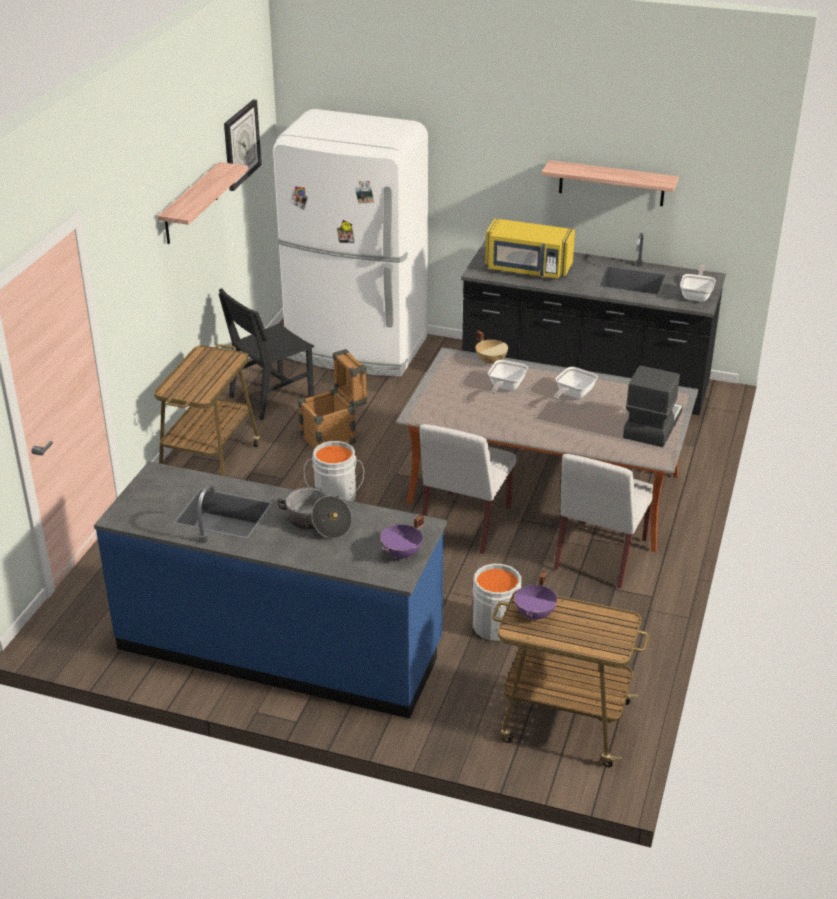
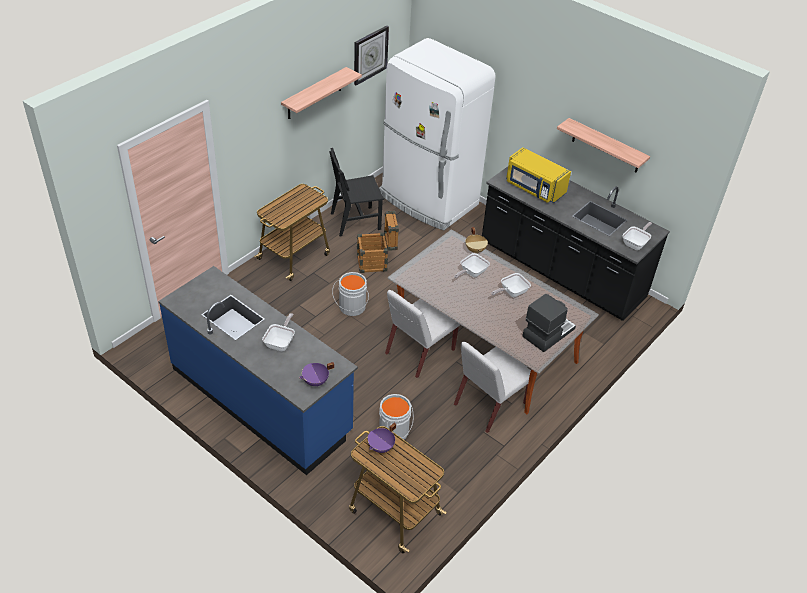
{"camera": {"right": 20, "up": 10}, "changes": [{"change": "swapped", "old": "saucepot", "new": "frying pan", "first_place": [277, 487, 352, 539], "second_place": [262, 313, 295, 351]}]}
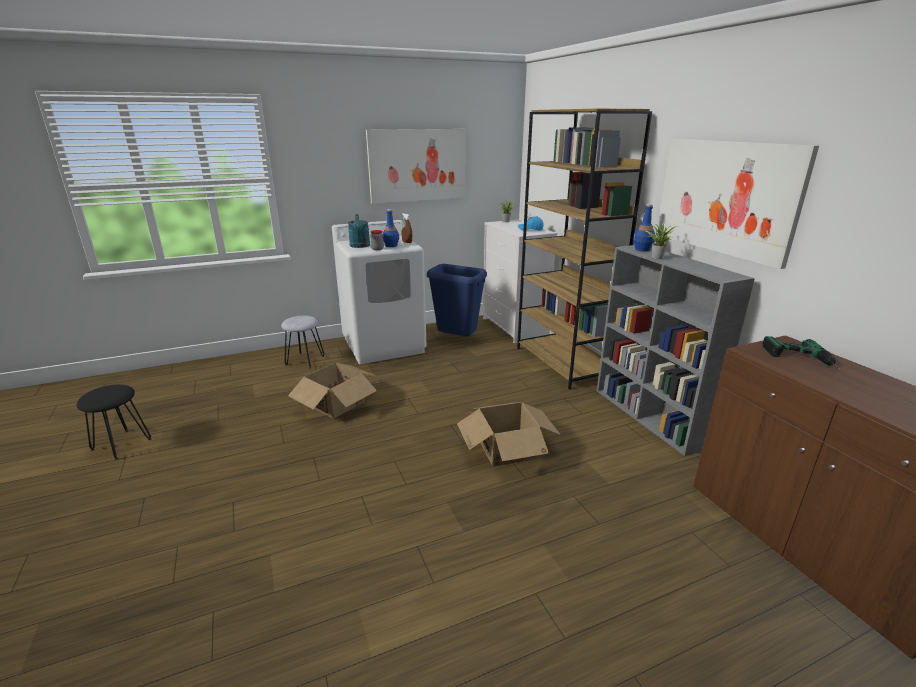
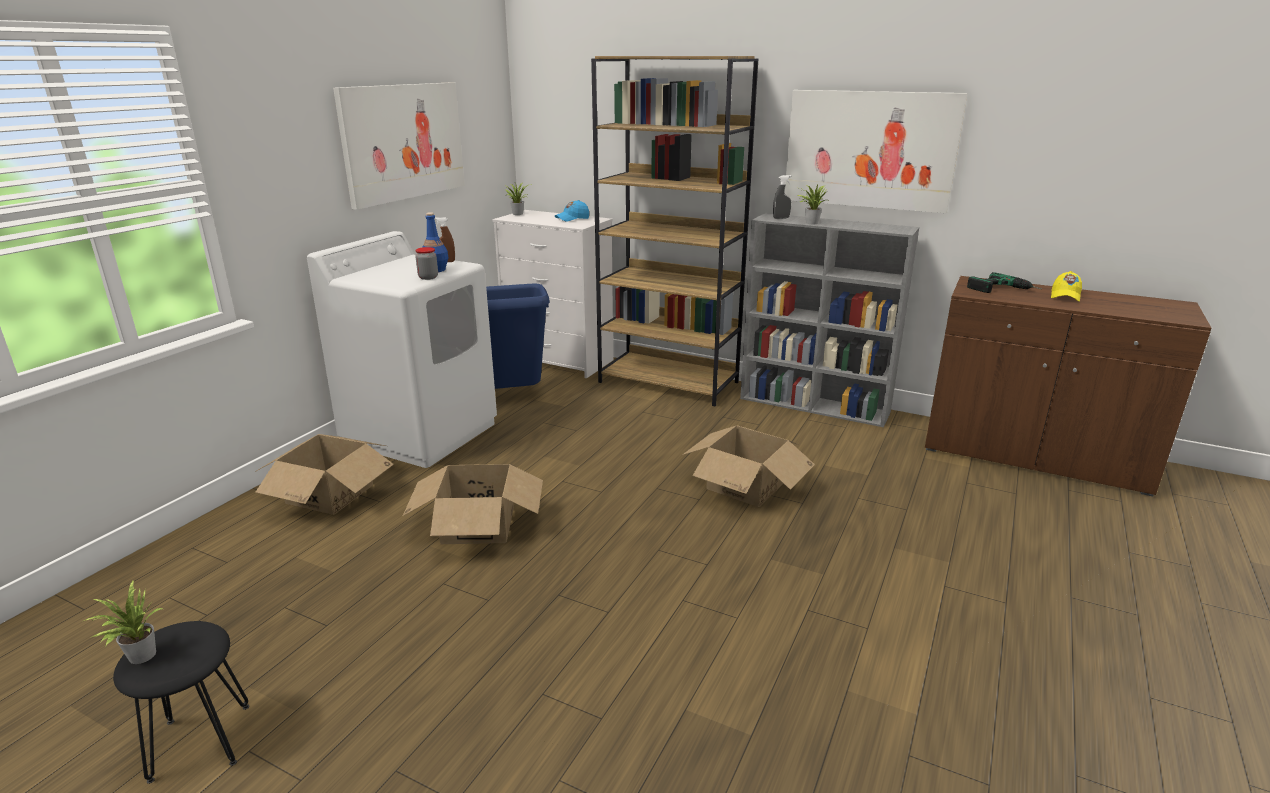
{"camera": {"right": -40, "up": 0}, "changes": [{"change": "gone", "old": "blue-green sprinkling can", "first_place": [348, 214, 370, 248]}, {"change": "new", "new": "potted plant", "second_place": [84, 581, 162, 664]}, {"change": "new", "new": "yellow baseball cap", "second_place": [1051, 271, 1082, 302]}, {"change": "swapped", "old": "gray stool seat", "new": "packing box", "first_place": [281, 316, 325, 369], "second_place": [255, 434, 394, 515]}, {"change": "swapped", "old": "blue-coloured beverage bottle", "new": "gray sprayer", "first_place": [633, 204, 655, 251], "second_place": [773, 175, 792, 219]}]}
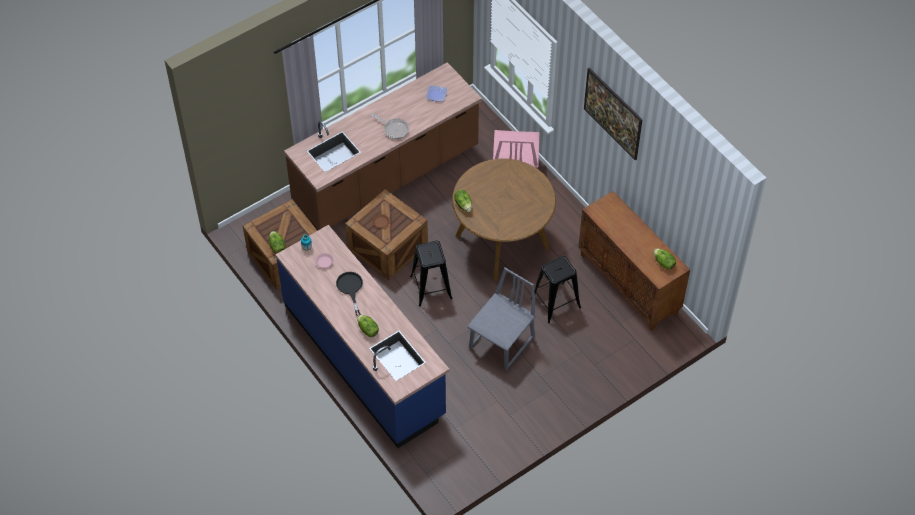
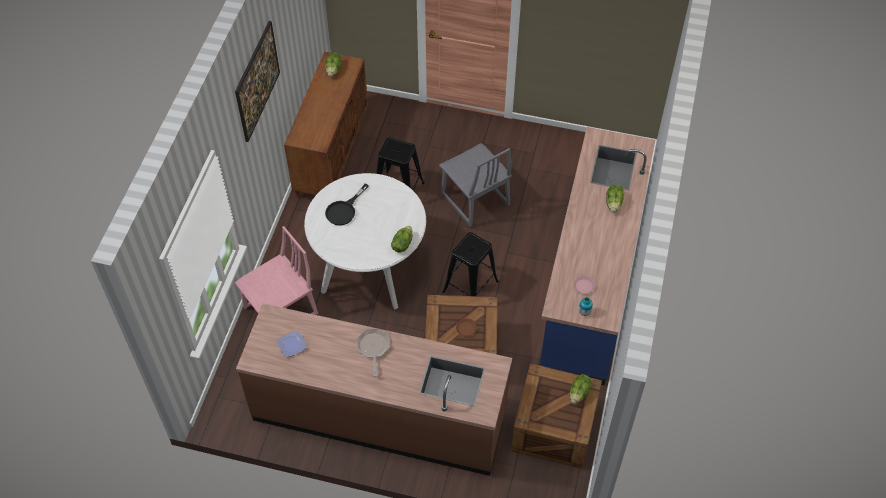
{"camera": {"right": -130, "up": 0}, "changes": [{"change": "shifted", "old": "black-coloured frying pan", "first_place": [336, 272, 363, 316], "second_place": [325, 184, 369, 225]}, {"change": "repainted", "old": "brownish dinner table", "new": "white-coloured dinner table", "first_place": [452, 159, 556, 281], "second_place": [304, 173, 426, 309]}, {"change": "rotated", "old": "gray chair", "first_place": [467, 268, 536, 371], "second_place": [439, 143, 512, 227], "degrees": -120}]}
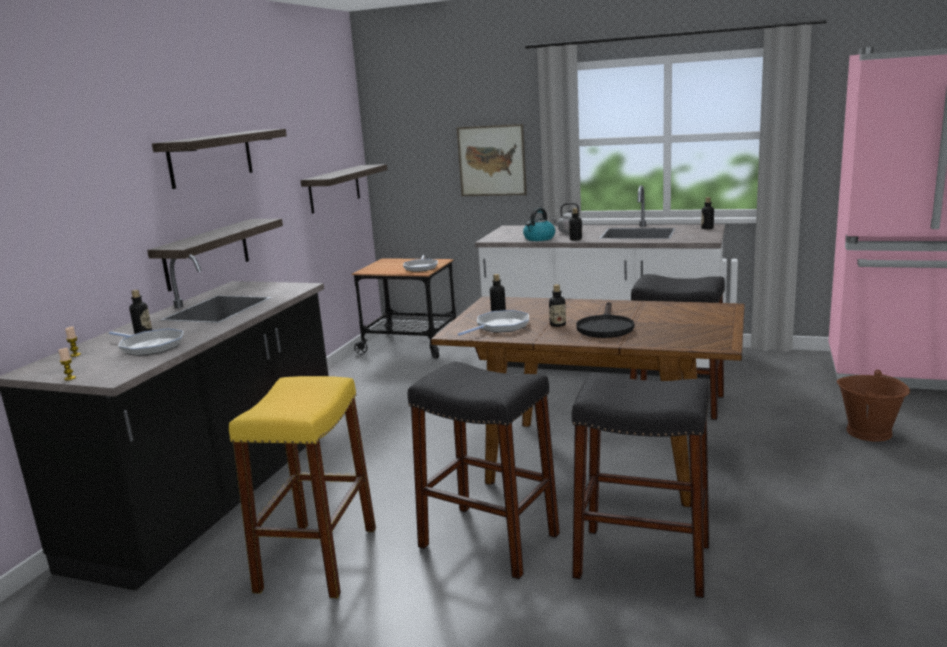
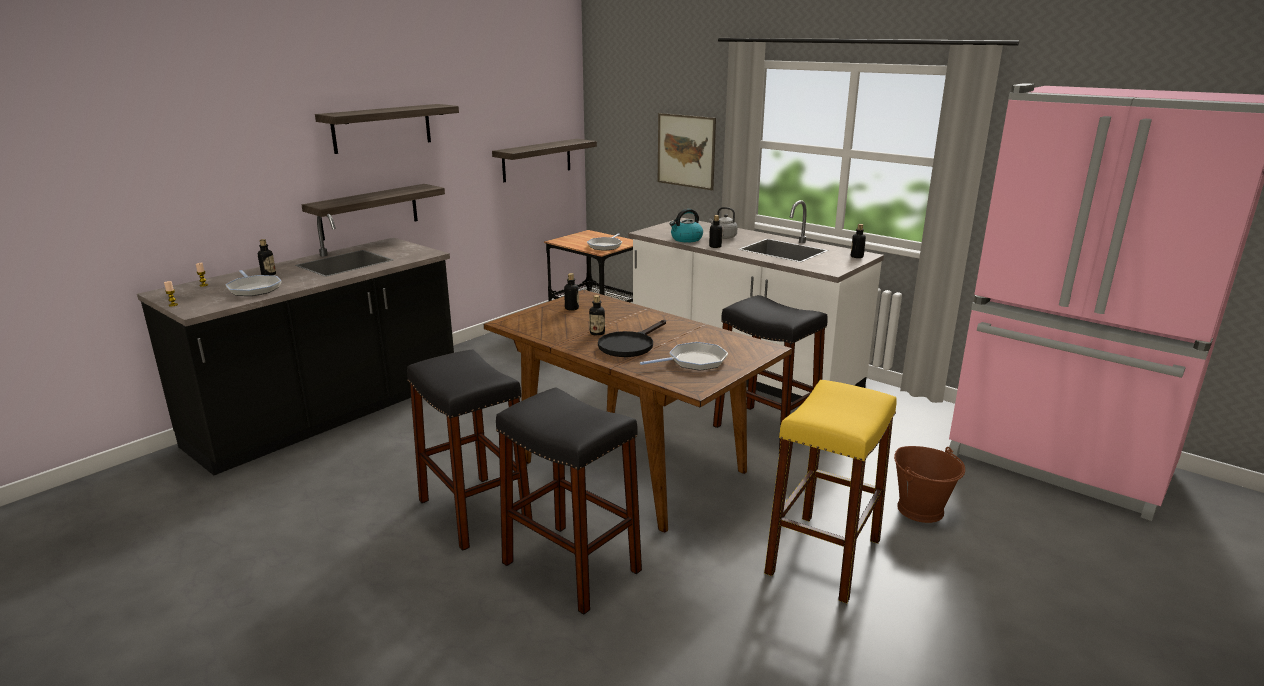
{"camera": {"right": 20, "up": 5}, "changes": [{"change": "shifted", "old": "yellow stool seat", "first_place": [229, 376, 376, 598], "second_place": [764, 380, 897, 604]}, {"change": "shifted", "old": "frying pan", "first_place": [457, 310, 529, 336], "second_place": [640, 342, 728, 371]}]}
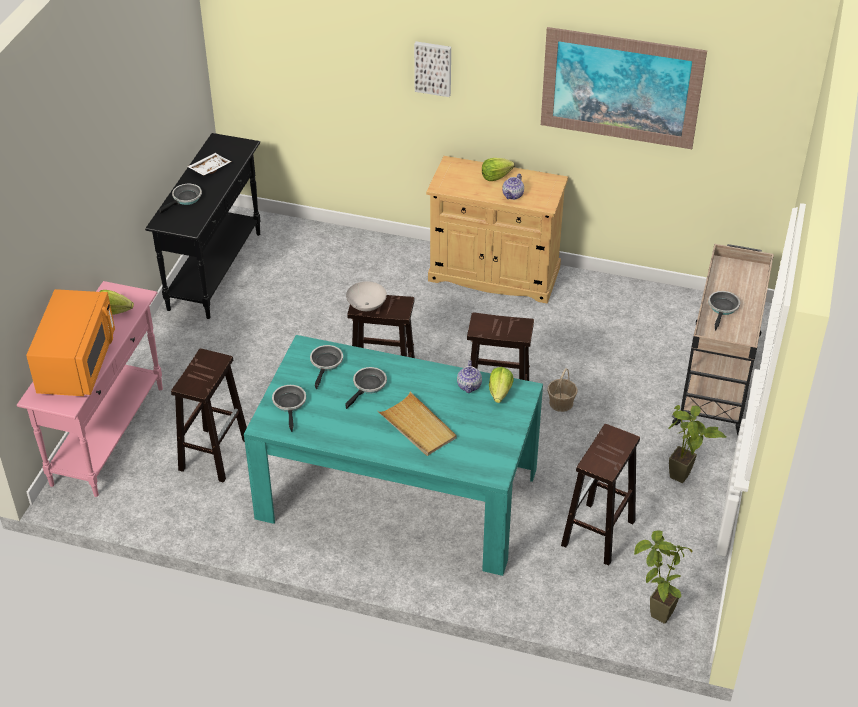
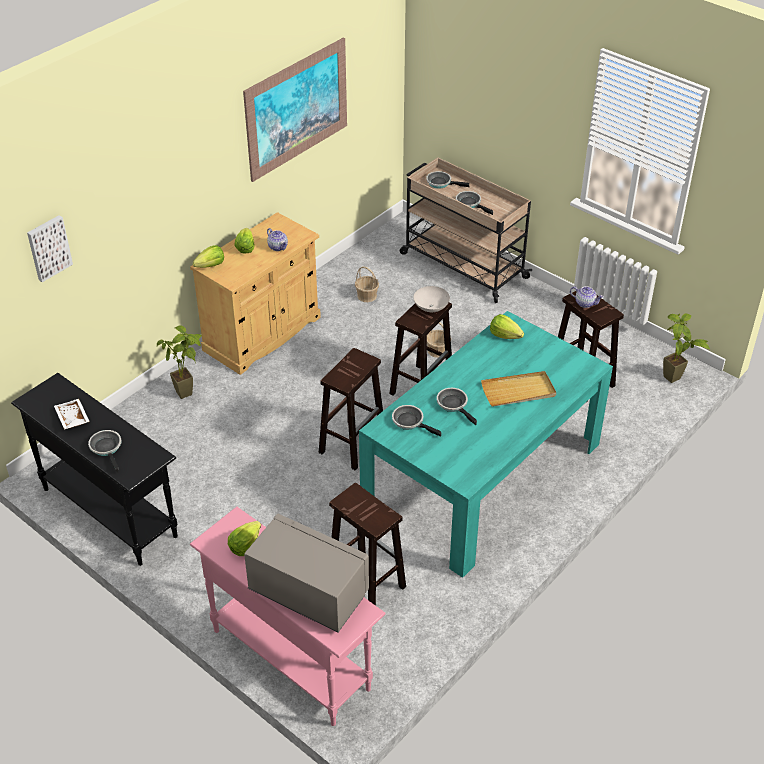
{"camera": {"right": -65, "up": 0}, "changes": [{"change": "new", "new": "lettuce", "second_place": [193, 245, 224, 268]}, {"change": "new", "new": "basket", "second_place": [355, 266, 379, 302]}, {"change": "shifted", "old": "frying pan", "first_place": [272, 385, 306, 432], "second_place": [426, 171, 469, 189]}, {"change": "shifted", "old": "white-coloured deep dish", "first_place": [346, 282, 387, 311], "second_place": [413, 286, 450, 312]}, {"change": "shifted", "old": "picture", "first_place": [414, 41, 451, 97], "second_place": [27, 215, 73, 282]}, {"change": "shifted", "old": "pot for tea", "first_place": [457, 360, 482, 393], "second_place": [570, 286, 604, 308]}, {"change": "shifted", "old": "potted plant", "first_place": [668, 405, 726, 483], "second_place": [157, 325, 202, 399]}, {"change": "repainted", "old": "orange-coloured microwave oven", "new": "gray microwave oven", "first_place": [26, 289, 115, 396], "second_place": [244, 513, 369, 632]}]}
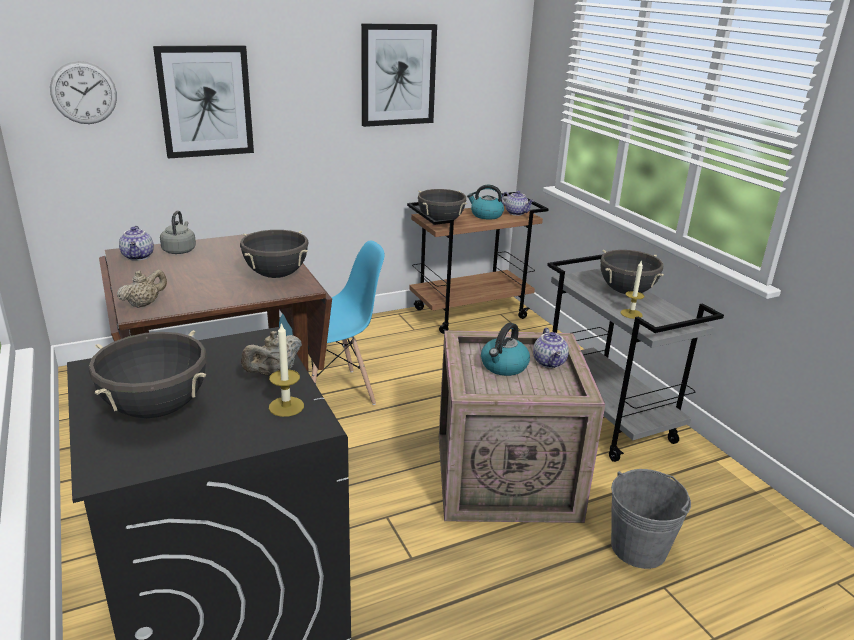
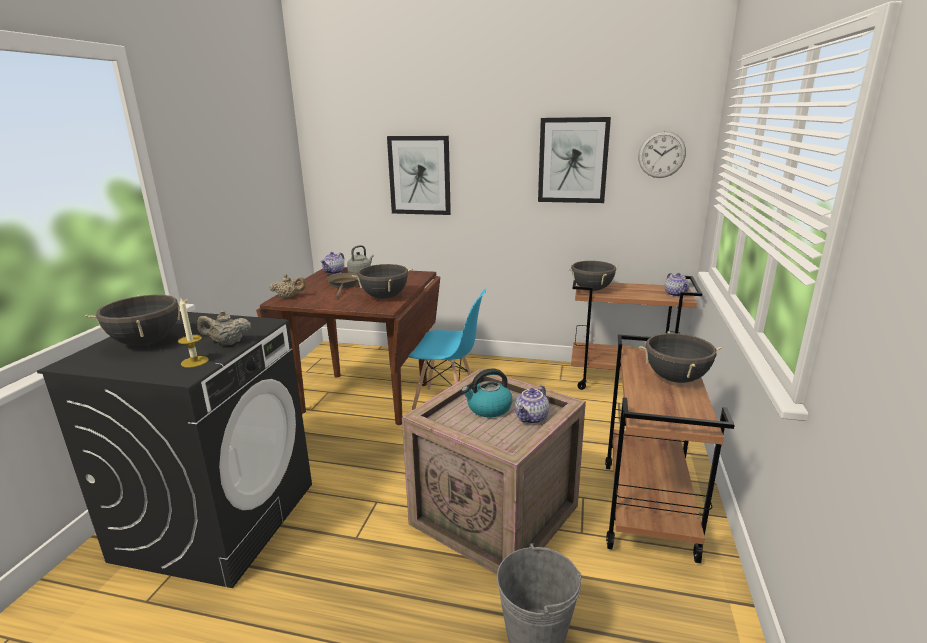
{"camera": {"right": 40, "up": -5}, "changes": [{"change": "gone", "old": "kettle", "first_place": [467, 185, 504, 220]}, {"change": "gone", "old": "wax candle", "first_place": [621, 261, 644, 319]}, {"change": "new", "new": "brownish frying pan", "second_place": [326, 273, 358, 298]}, {"change": "shifted", "old": "wall clock", "first_place": [50, 61, 117, 124], "second_place": [638, 131, 686, 178]}, {"change": "repainted", "old": "gray cart", "new": "brownish cart", "first_place": [547, 254, 724, 462], "second_place": [605, 335, 735, 563]}]}
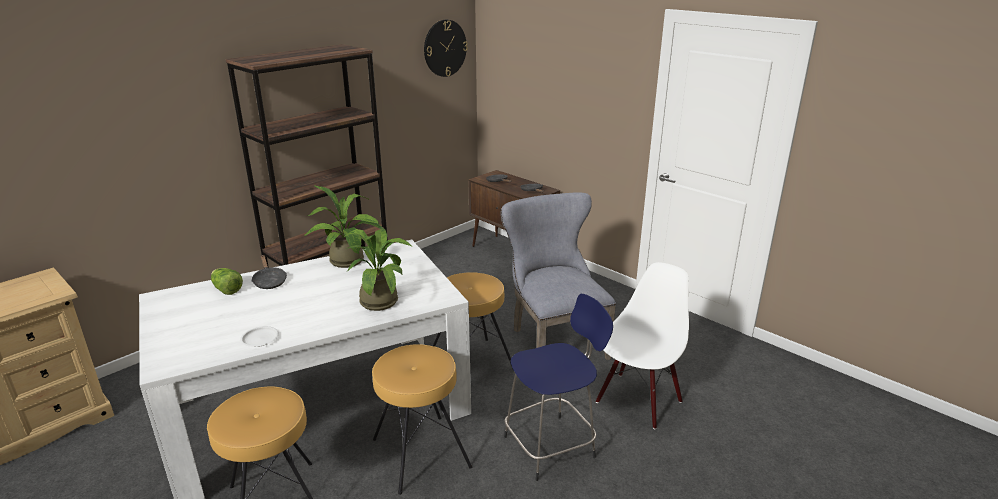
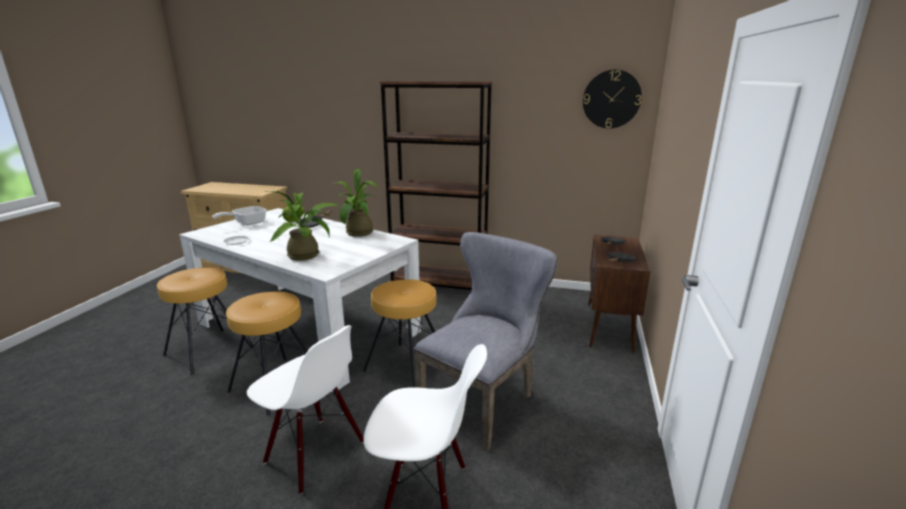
{"camera": {"right": 60, "up": -5}, "changes": [{"change": "new", "new": "frying pan", "second_place": [212, 206, 266, 225]}, {"change": "swapped", "old": "blue-coloured stool seat", "new": "white-coloured chair", "first_place": [504, 294, 613, 481], "second_place": [247, 325, 364, 495]}]}
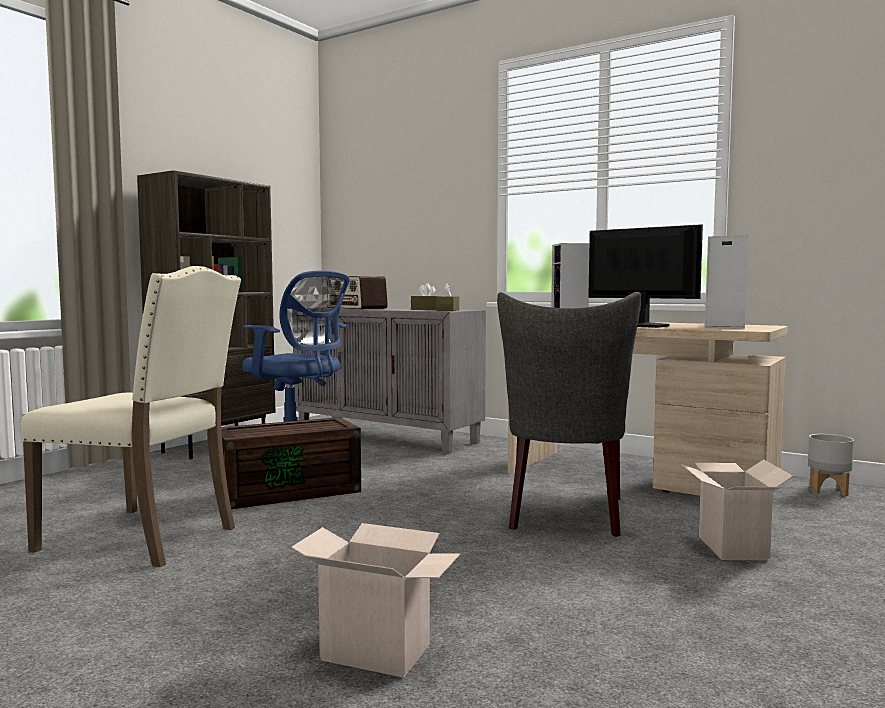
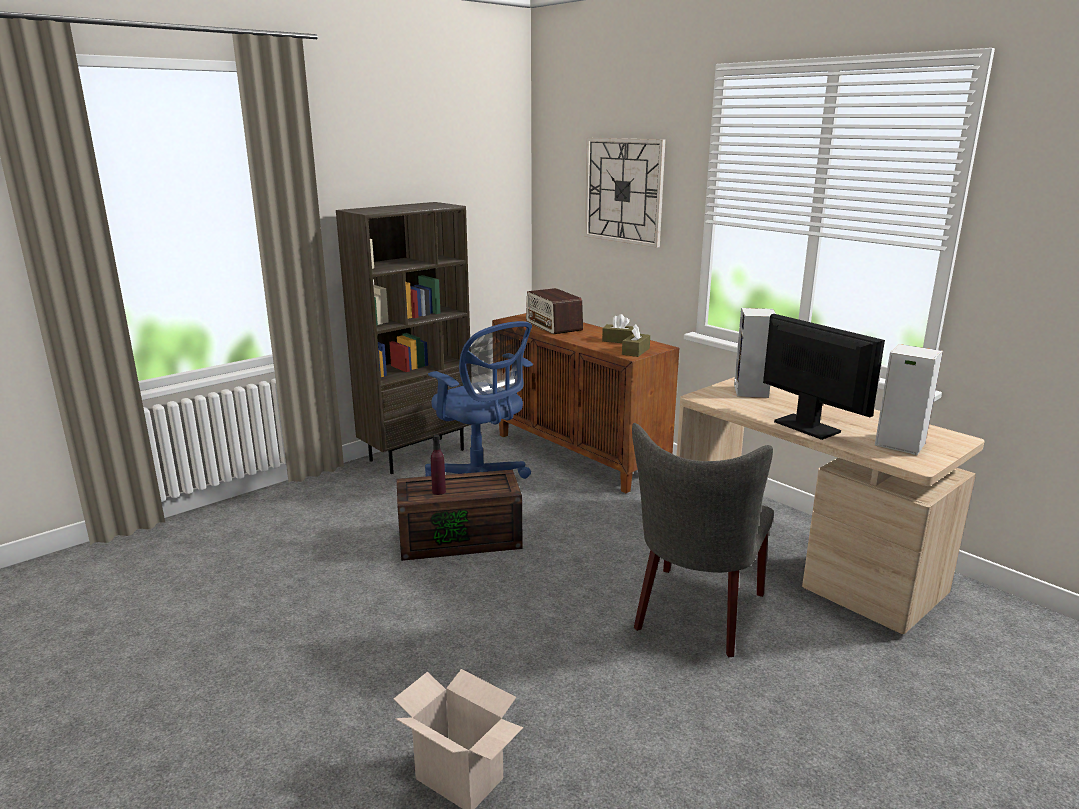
{"camera": {"right": 15, "up": 15}, "changes": [{"change": "gone", "old": "sand-coloured chair", "first_place": [20, 266, 241, 567]}, {"change": "gone", "old": "packing box", "first_place": [681, 459, 793, 560]}, {"change": "gone", "old": "gray planter", "first_place": [808, 434, 854, 496]}, {"change": "new", "new": "purple beverage bottle", "second_place": [431, 435, 446, 495]}, {"change": "new", "new": "wall clock", "second_place": [585, 138, 666, 248]}, {"change": "repainted", "old": "gray storage cabinet", "new": "brownish storage cabinet", "first_place": [293, 308, 486, 454], "second_place": [492, 313, 679, 493]}]}
